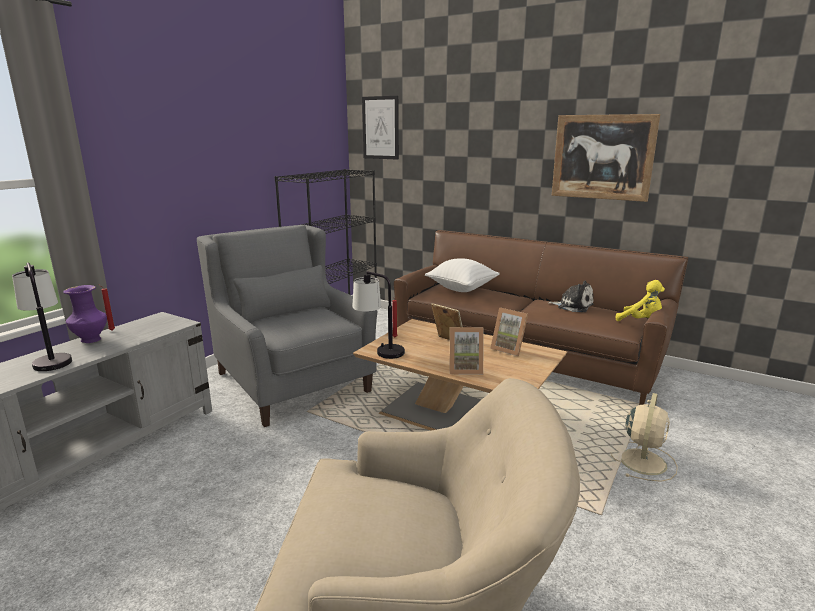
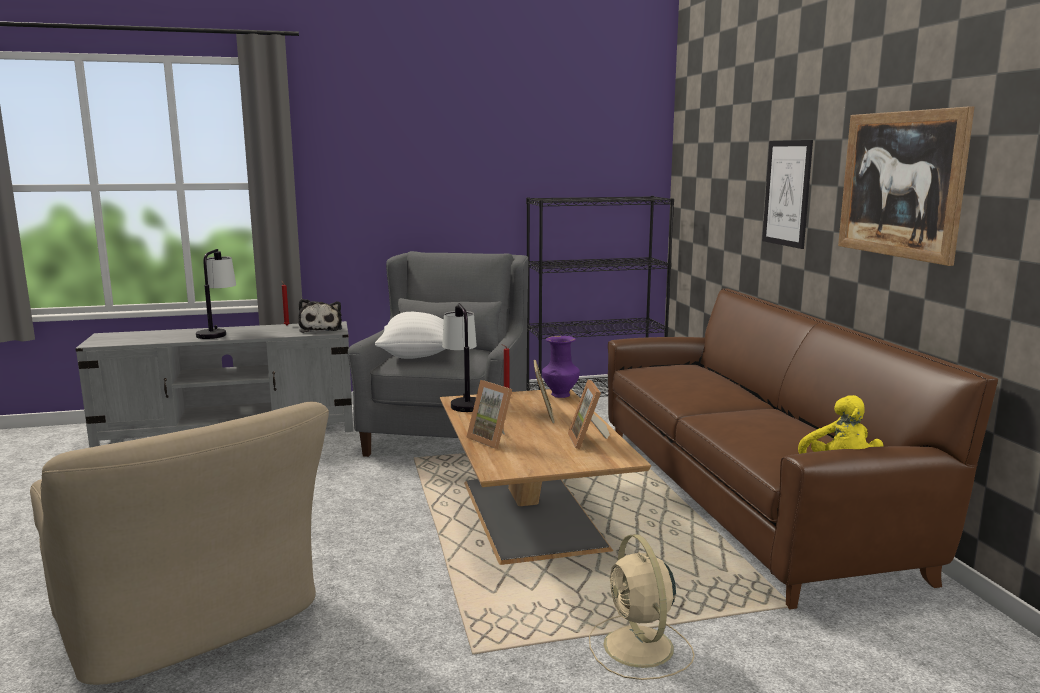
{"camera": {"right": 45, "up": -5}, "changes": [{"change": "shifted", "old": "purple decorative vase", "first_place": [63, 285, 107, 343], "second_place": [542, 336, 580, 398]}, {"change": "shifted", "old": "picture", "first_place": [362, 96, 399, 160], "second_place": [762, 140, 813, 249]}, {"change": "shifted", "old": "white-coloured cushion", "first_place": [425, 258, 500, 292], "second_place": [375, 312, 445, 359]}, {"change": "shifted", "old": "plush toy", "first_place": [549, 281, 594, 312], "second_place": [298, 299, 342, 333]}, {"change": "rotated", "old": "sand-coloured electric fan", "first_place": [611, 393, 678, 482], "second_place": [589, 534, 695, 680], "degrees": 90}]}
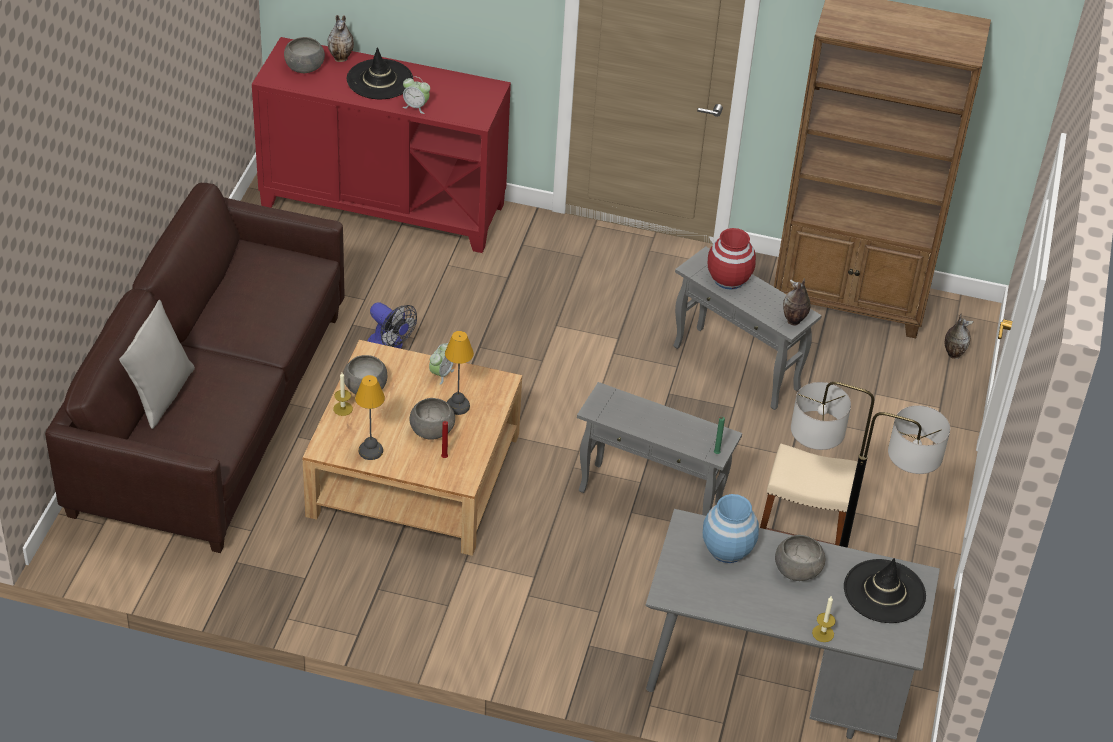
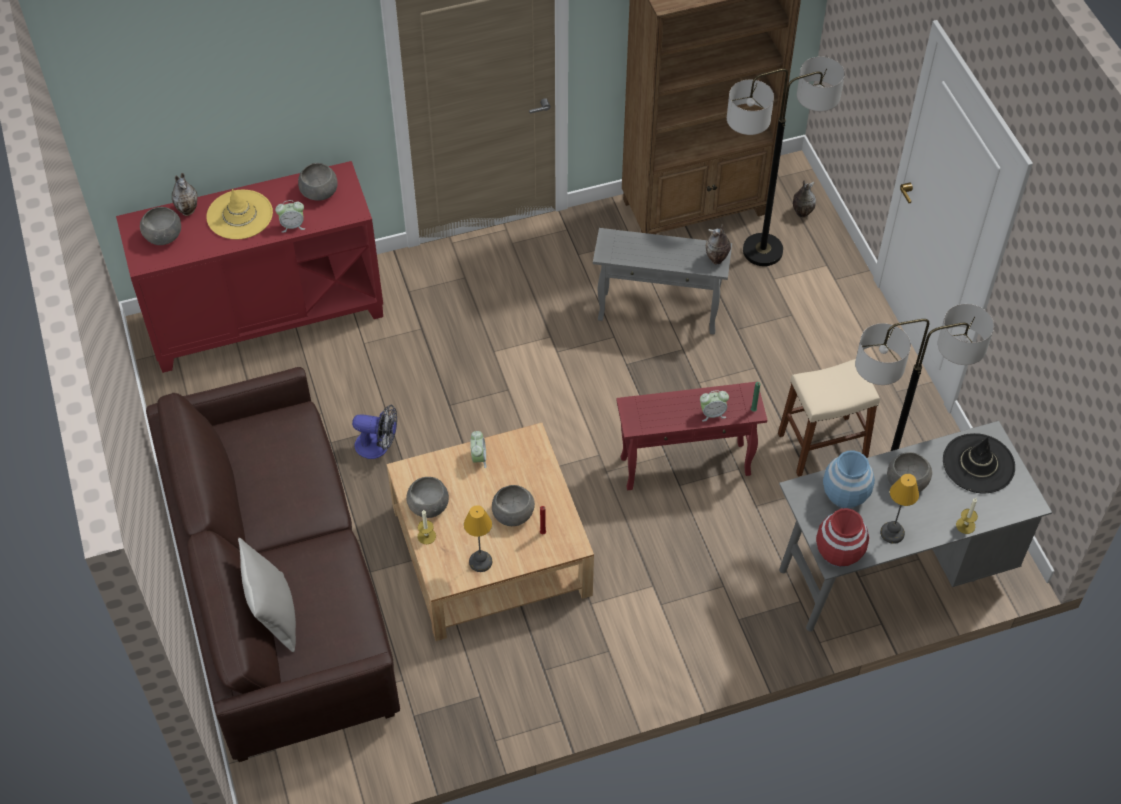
{"camera": {"right": -30, "up": 10}, "changes": [{"change": "new", "new": "gray deep dish", "second_place": [298, 163, 338, 201]}, {"change": "new", "new": "bedside clock", "second_place": [700, 390, 729, 421]}, {"change": "new", "new": "standing lamp", "second_place": [727, 57, 845, 266]}, {"change": "shifted", "old": "table lamp", "first_place": [445, 331, 474, 415], "second_place": [880, 474, 919, 544]}, {"change": "shifted", "old": "reddish decorative vase", "first_place": [708, 228, 756, 290], "second_place": [816, 508, 869, 567]}, {"change": "repainted", "old": "black-coloured clothing hat", "new": "yellow clothing hat", "first_place": [347, 47, 413, 99], "second_place": [206, 189, 273, 239]}, {"change": "repainted", "old": "gray accent table", "new": "reddish accent table", "first_place": [577, 382, 742, 516], "second_place": [616, 382, 767, 490]}]}
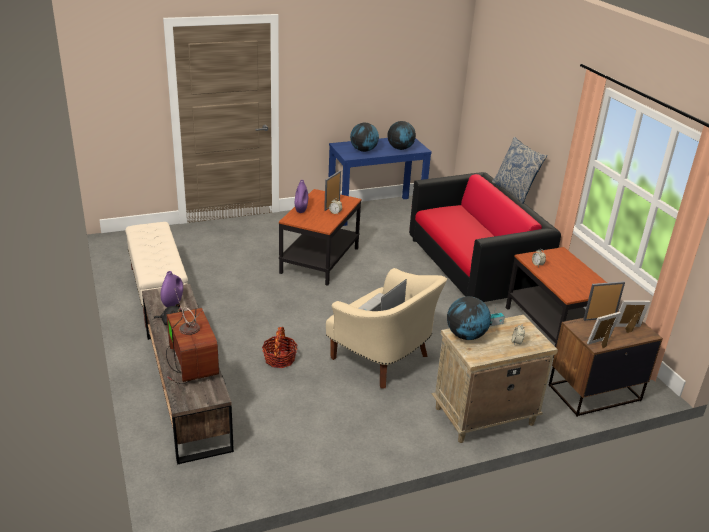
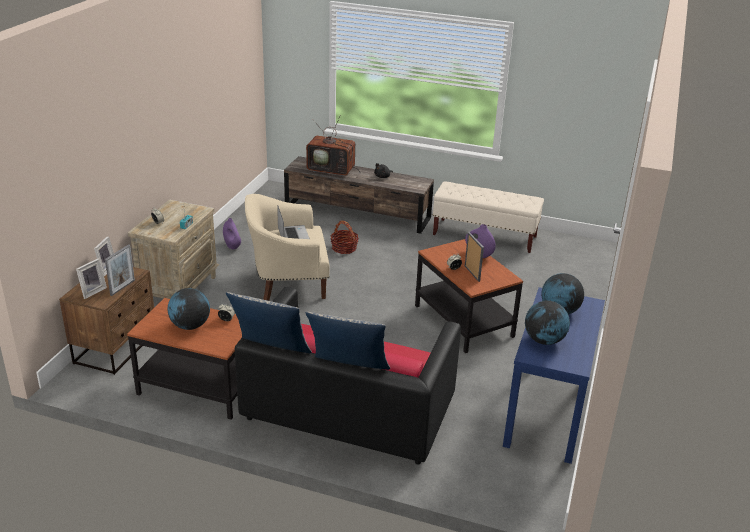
{"camera": {"right": 130, "up": 0}, "changes": [{"change": "new", "new": "cushion", "second_place": [226, 292, 312, 353]}, {"change": "shifted", "old": "purple decorative vase", "first_place": [161, 271, 183, 307], "second_place": [223, 218, 241, 249]}, {"change": "shifted", "old": "desk globe", "first_place": [447, 296, 491, 340], "second_place": [168, 288, 210, 330]}]}
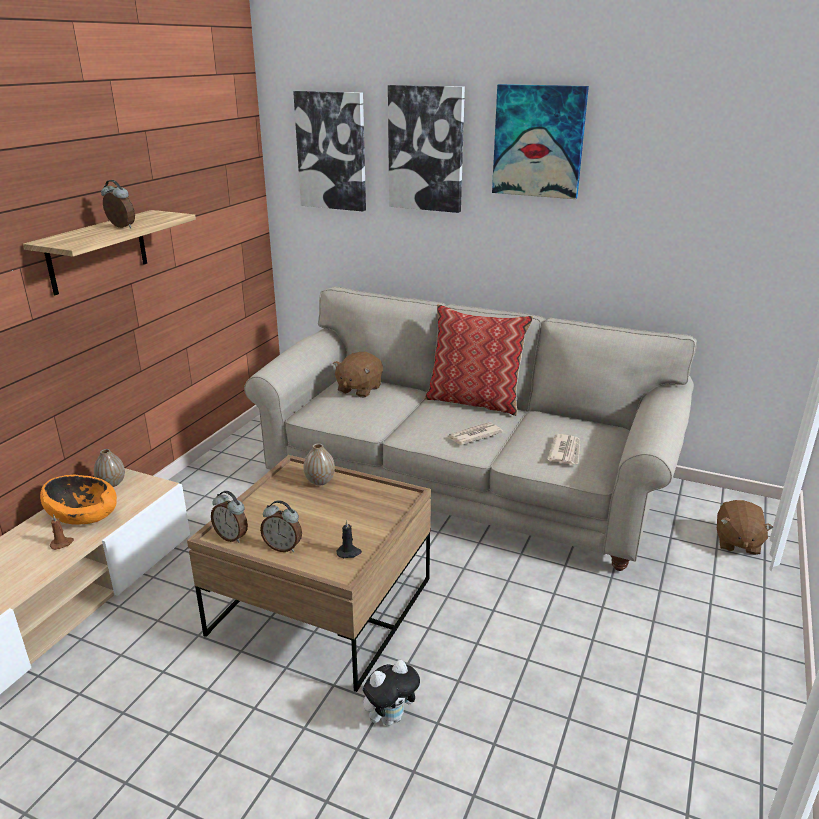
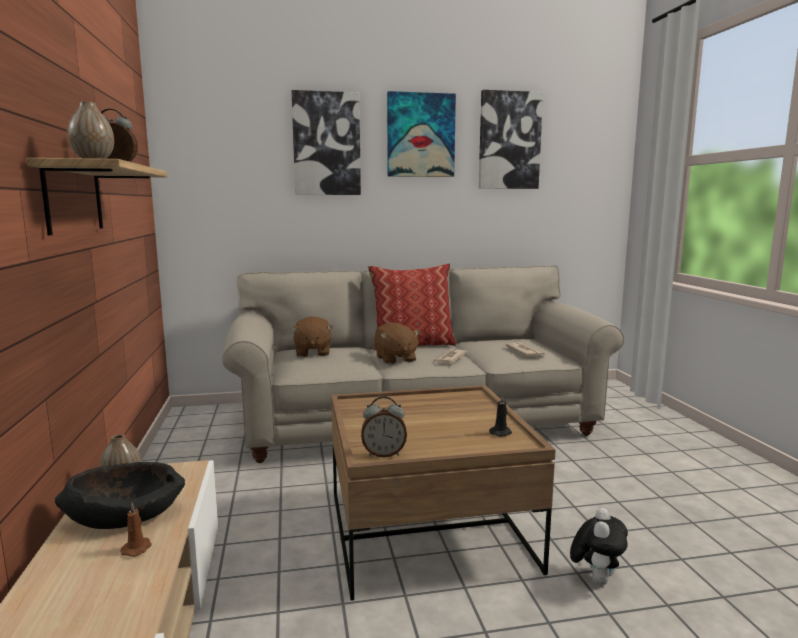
{"camera": {"right": -35, "up": -15}, "changes": [{"change": "gone", "old": "bedside clock", "first_place": [260, 500, 302, 552]}, {"change": "shifted", "old": "picture", "first_place": [293, 91, 366, 211], "second_place": [479, 90, 543, 189]}, {"change": "shifted", "old": "decorative vase", "first_place": [304, 443, 335, 486], "second_place": [68, 101, 114, 159]}, {"change": "shifted", "old": "brownish plush toy", "first_place": [717, 500, 773, 555], "second_place": [374, 322, 420, 364]}, {"change": "repainted", "old": "orange-coloured deep dish", "new": "black-coloured deep dish", "first_place": [40, 475, 117, 525], "second_place": [55, 462, 185, 529]}]}
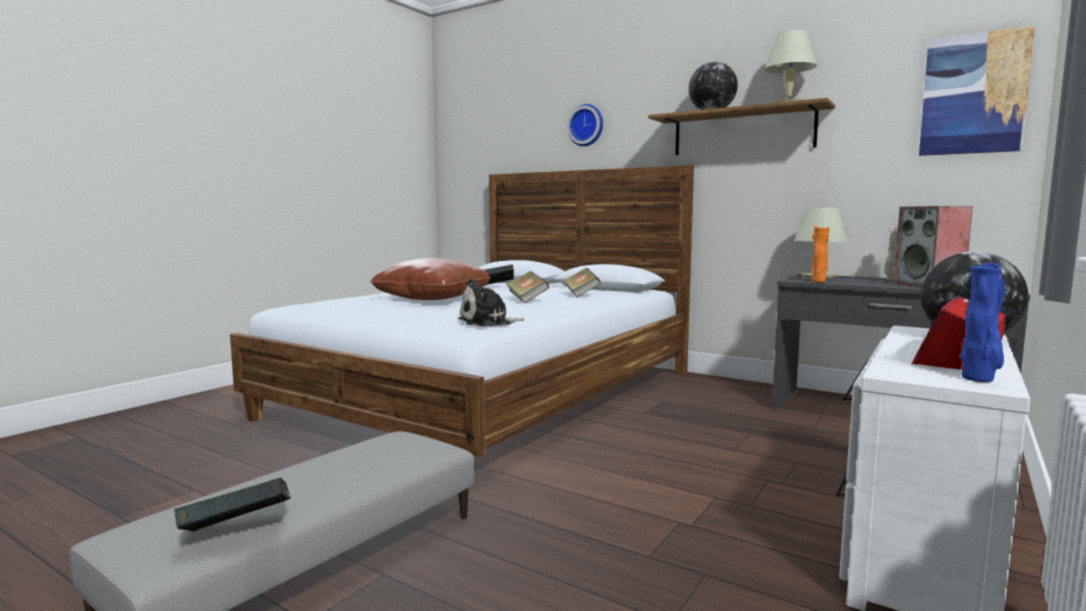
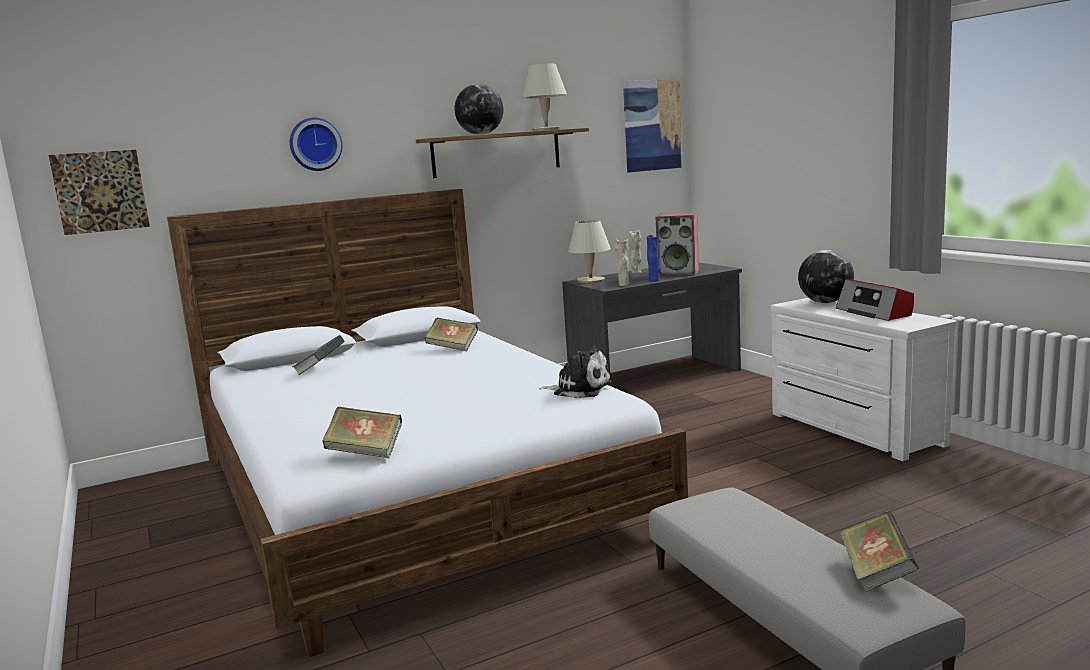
{"camera": {"right": -60, "up": 5}, "changes": [{"change": "gone", "old": "brownish cushion", "first_place": [370, 258, 491, 300]}, {"change": "new", "new": "picture", "second_place": [49, 150, 150, 235]}, {"change": "shifted", "old": "book", "first_place": [506, 271, 550, 303], "second_place": [323, 407, 402, 458]}, {"change": "shifted", "old": "blue-coloured decorative vase", "first_place": [960, 262, 1005, 382], "second_place": [646, 235, 661, 282]}, {"change": "repainted", "old": "orange-coloured decorative vase", "new": "sand-coloured decorative vase", "first_place": [811, 226, 830, 282], "second_place": [615, 239, 629, 286]}, {"change": "rotated", "old": "plush toy", "first_place": [458, 278, 524, 327], "second_place": [539, 345, 612, 398], "degrees": -75}]}
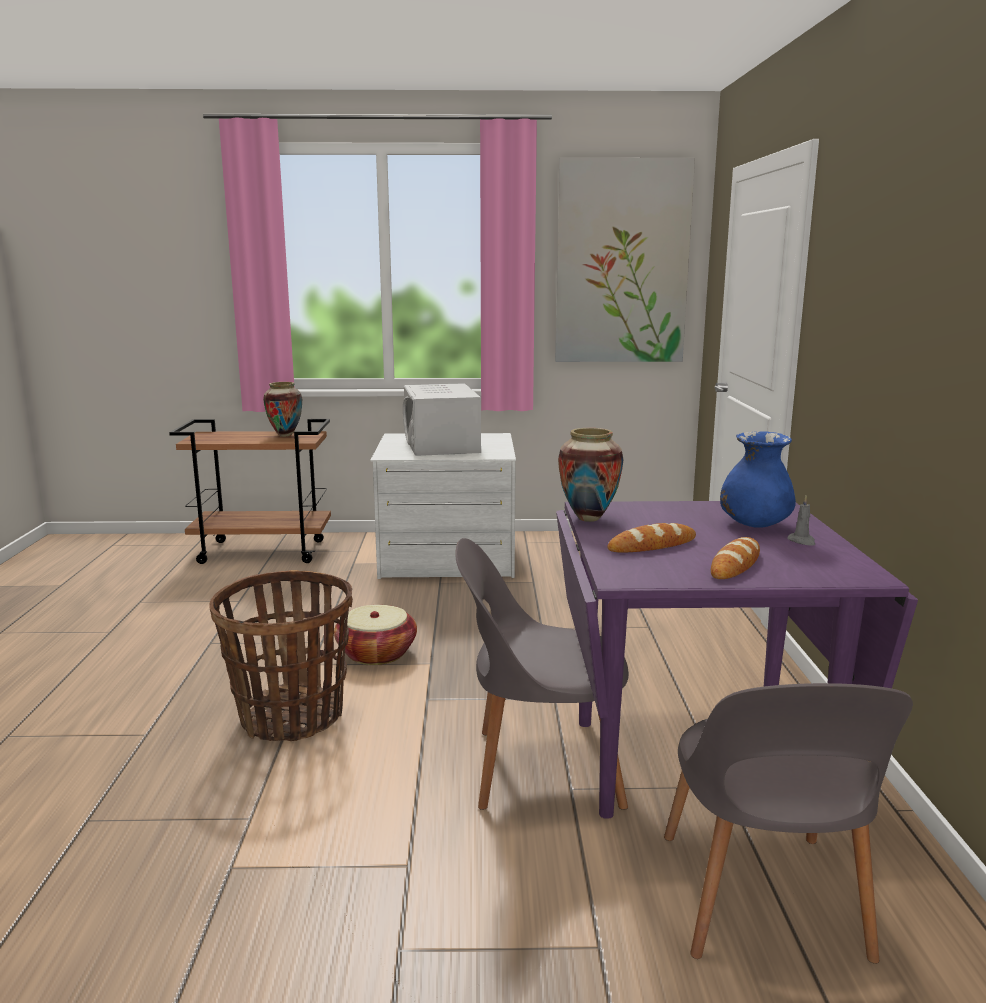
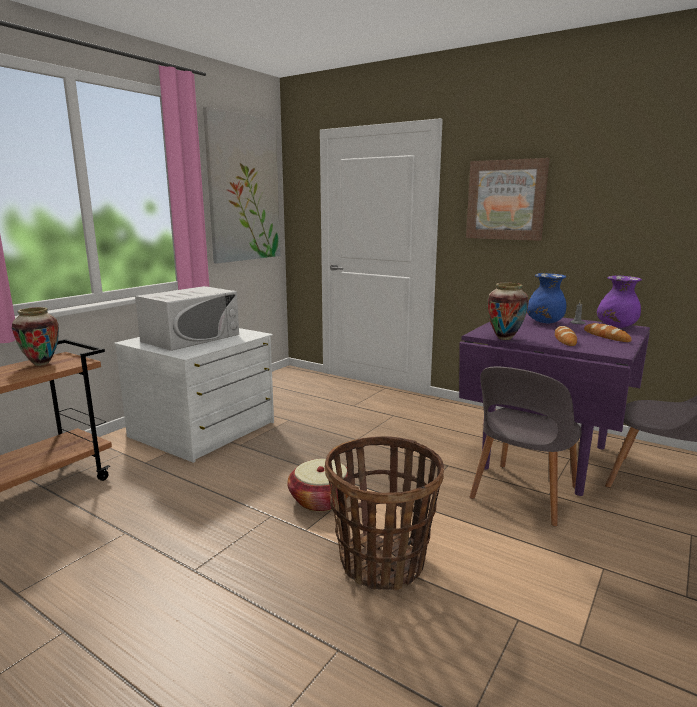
{"camera": {"right": -55, "up": 0}, "changes": [{"change": "new", "new": "picture", "second_place": [466, 158, 550, 241]}, {"change": "new", "new": "purple decorative vase", "second_place": [597, 275, 642, 328]}, {"change": "rotated", "old": "white-coloured microwave oven", "first_place": [403, 383, 481, 456], "second_place": [135, 286, 239, 351], "degrees": -75}]}
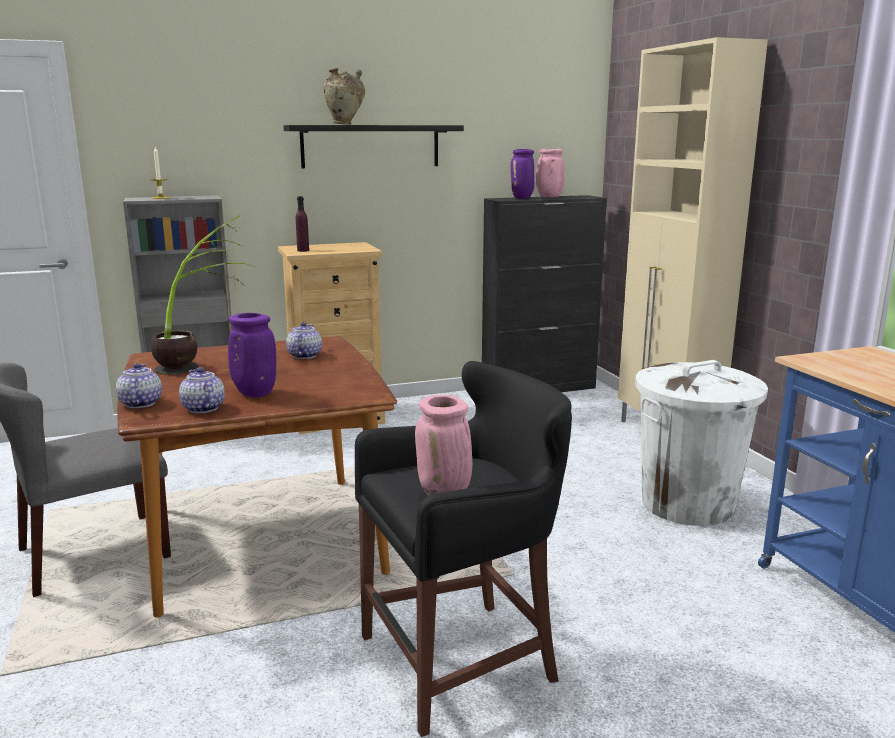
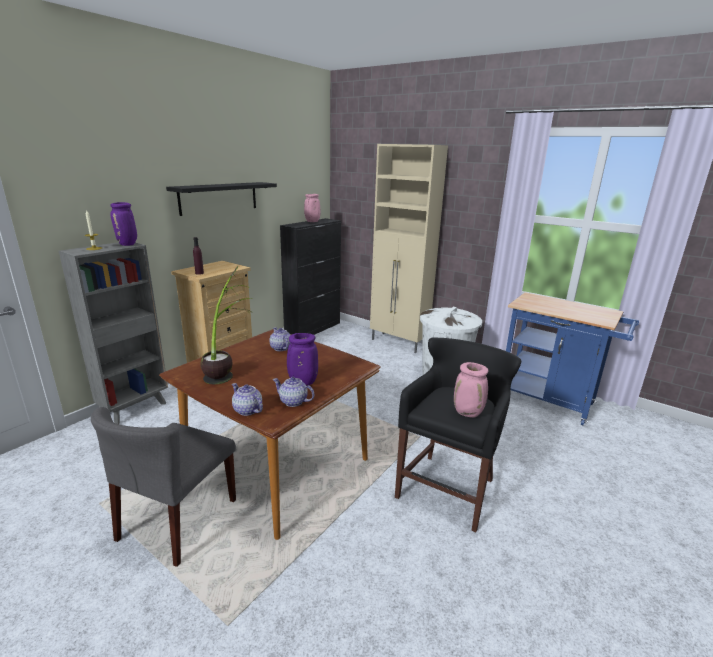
{"camera": {"right": -35, "up": 5}, "changes": [{"change": "gone", "old": "sand-coloured decorative vase", "first_place": [323, 68, 365, 125]}, {"change": "shifted", "old": "purple decorative vase", "first_place": [511, 149, 535, 199], "second_place": [110, 202, 137, 246]}]}
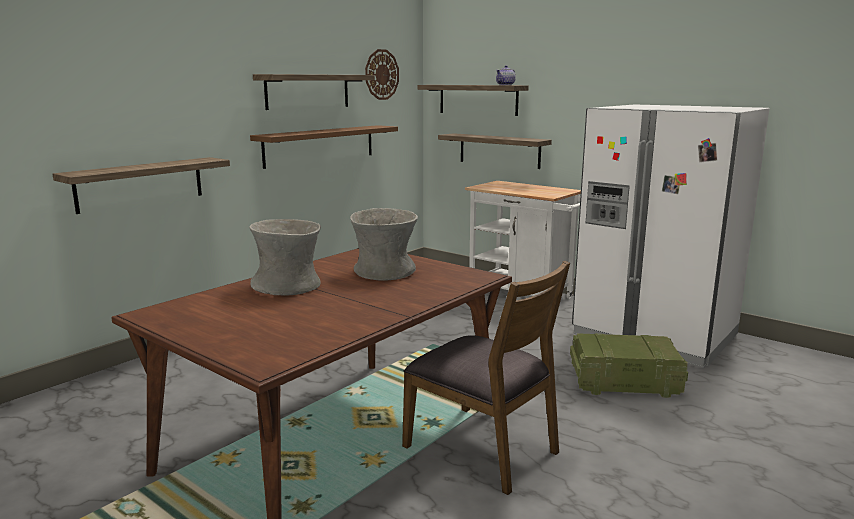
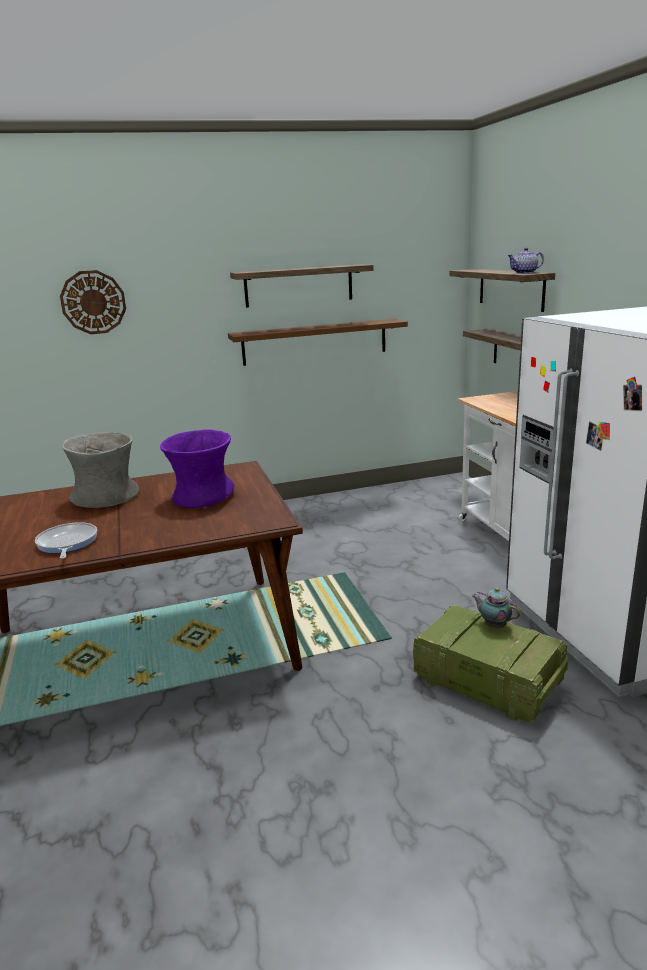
{"camera": {"right": 35, "up": 5}, "changes": [{"change": "gone", "old": "shelf", "first_place": [53, 157, 230, 214]}, {"change": "gone", "old": "brownish chair", "first_place": [402, 261, 570, 495]}, {"change": "new", "new": "frying pan", "second_place": [35, 522, 97, 559]}, {"change": "new", "new": "pot for tea", "second_place": [472, 588, 520, 628]}, {"change": "shifted", "old": "wall clock", "first_place": [365, 49, 399, 100], "second_place": [60, 270, 126, 334]}, {"change": "repainted", "old": "gray decorative vase", "new": "purple decorative vase", "first_place": [350, 208, 418, 281], "second_place": [160, 429, 235, 508]}]}
